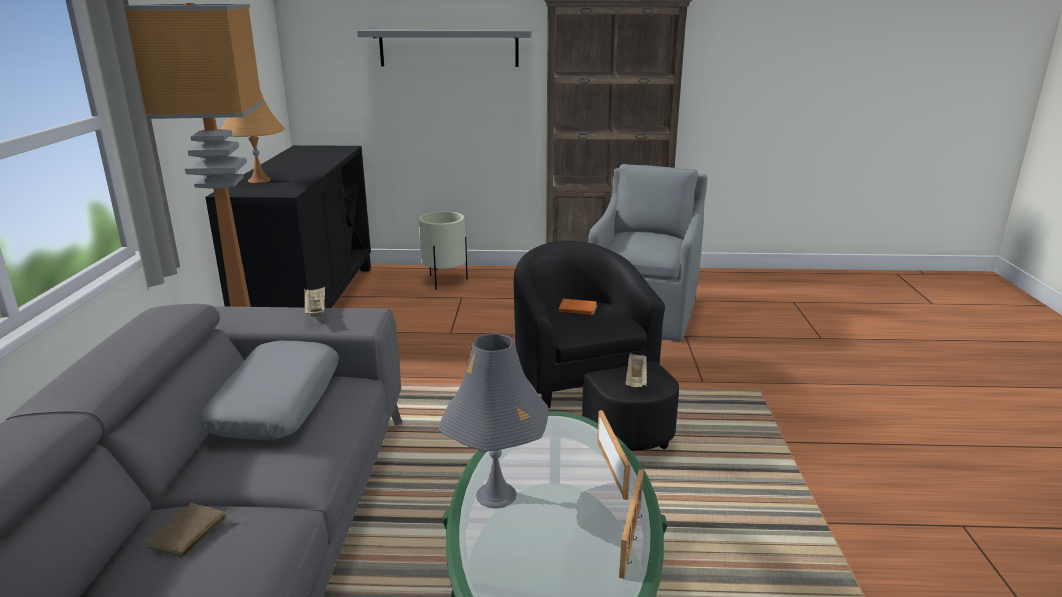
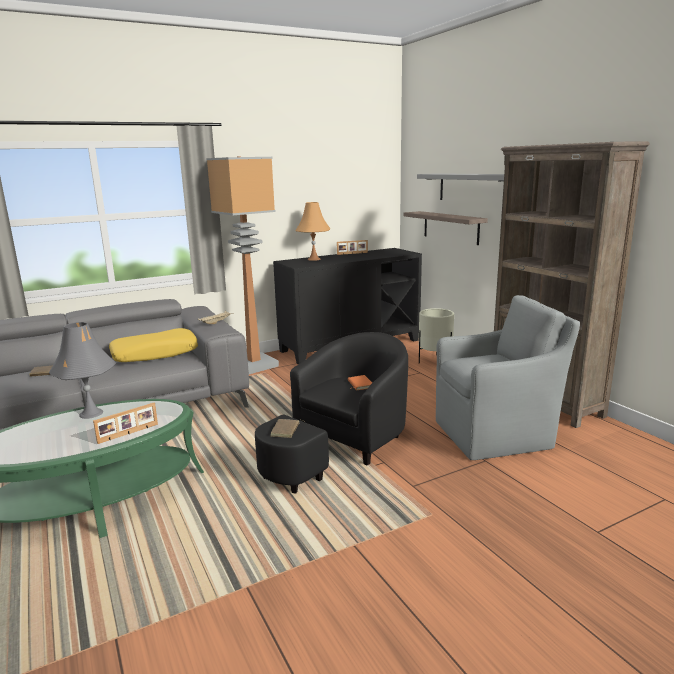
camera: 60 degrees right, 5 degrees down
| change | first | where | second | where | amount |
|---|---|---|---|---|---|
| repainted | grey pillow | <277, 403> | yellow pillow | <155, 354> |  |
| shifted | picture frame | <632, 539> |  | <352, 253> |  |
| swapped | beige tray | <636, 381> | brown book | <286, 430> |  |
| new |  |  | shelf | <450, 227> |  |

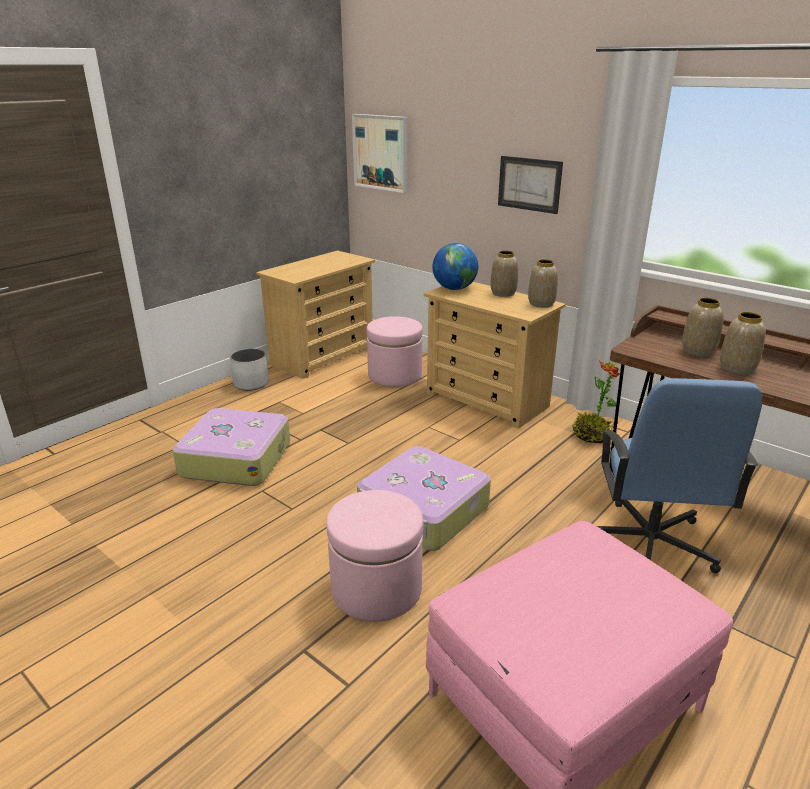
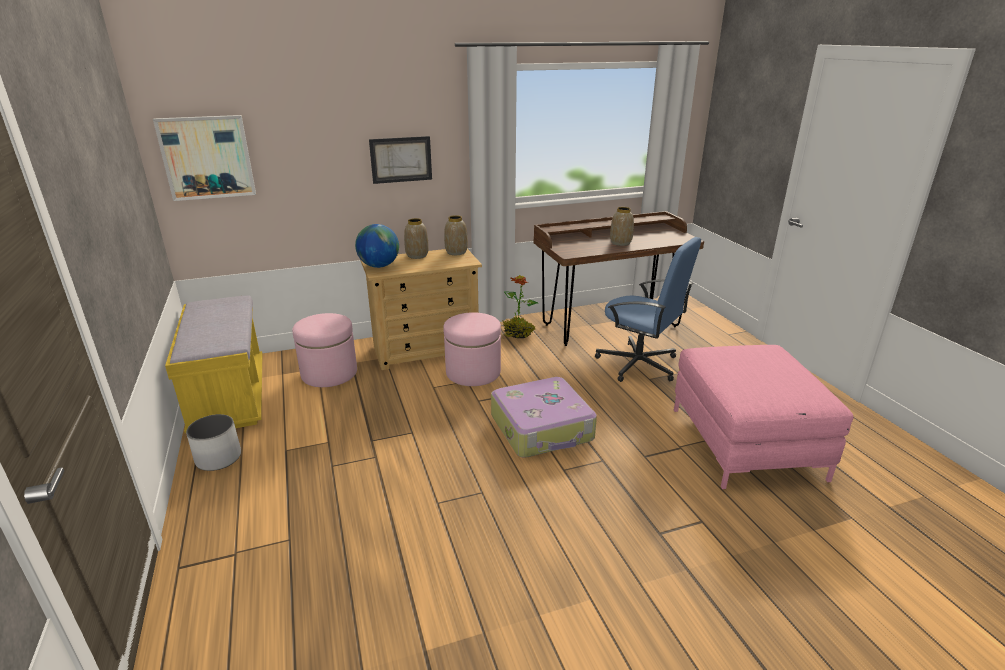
camera: 60 degrees left, 0 degrees up
| change | first | where | second | where | amount |
|---|---|---|---|---|---|
| gone | suitcase | <236, 458> |  |  |  |
| swapped | beige dresser | <323, 356> | yellow bench | <229, 397> |  |
| shifted | pink ottoman | <376, 589> |  | <473, 372> |  |
| gone | vase | <698, 351> |  |  |  |

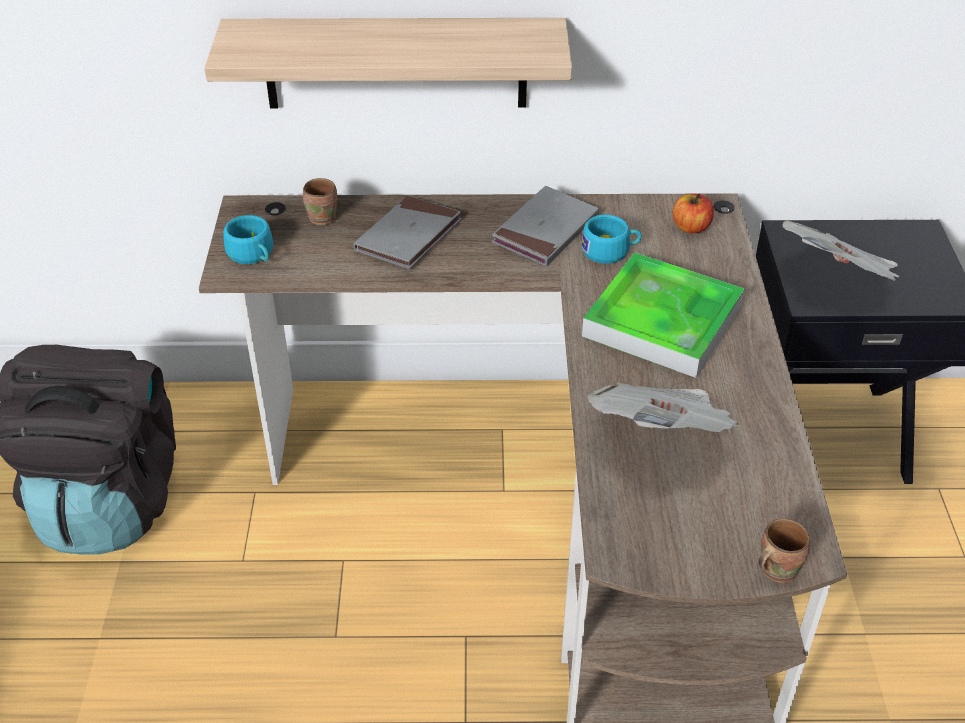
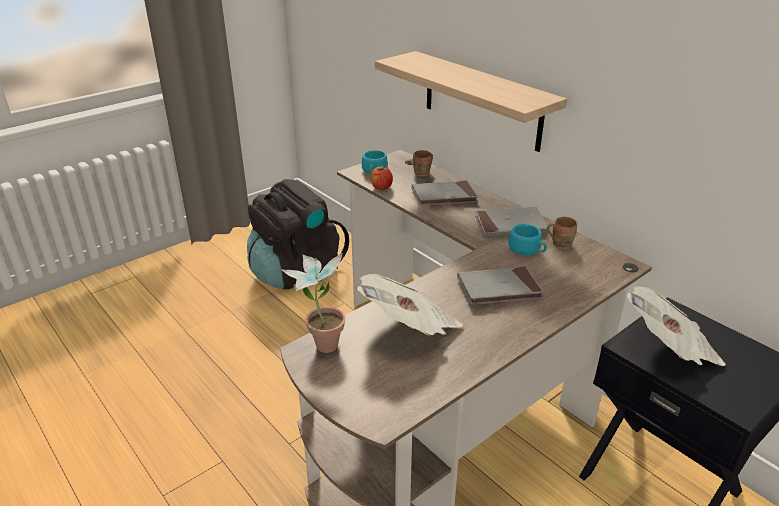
camera: 50 degrees right, 10 degrees down
| change | first | where | second | where | amount |
|---|---|---|---|---|---|
| swapped | tray | <662, 321> | grey book | <498, 289> |  |
| shifted | apple | <691, 227> |  | <381, 187> |  |
| shifted | brown mug | <775, 569> |  | <560, 244> |  |
| new |  |  | potted plant | <321, 341> |  |

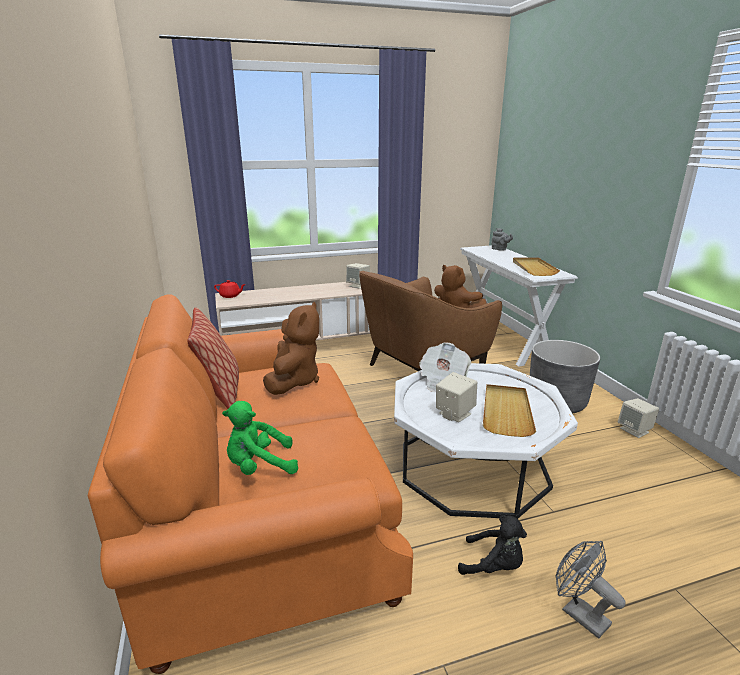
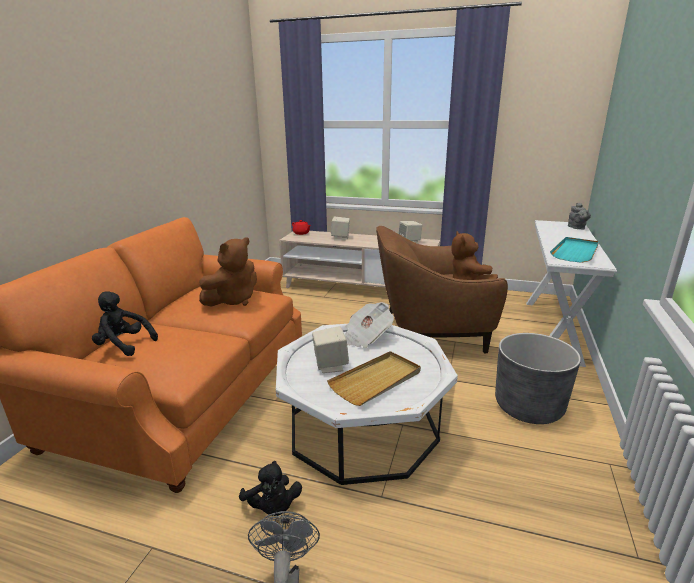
camera: 35 degrees right, 0 degrees up
| change | first | where | second | where | amount |
|---|---|---|---|---|---|
| gone | pillow | <220, 393> |  |  |  |
| repainted | green plush toy | <259, 466> | black plush toy | <124, 345> |  |
| repainted | beige tray | <533, 268> | turquoise tray | <575, 252> |  |
| shifted | beige speaker | <634, 430> |  | <340, 238> |  |

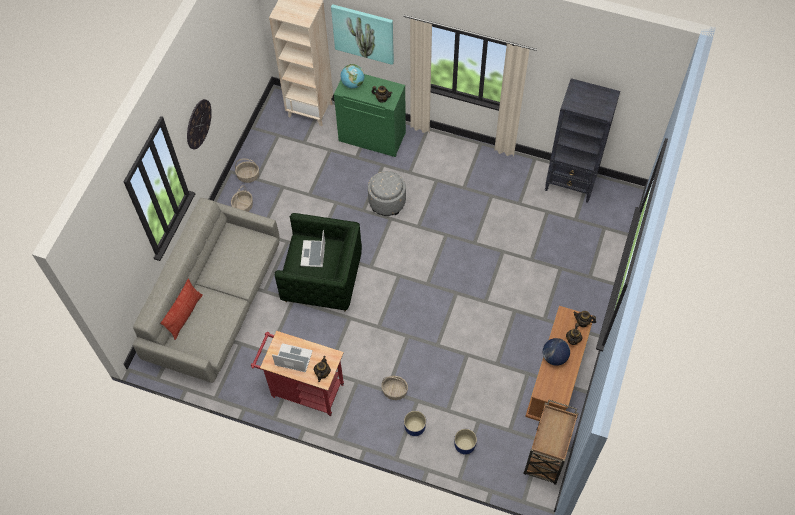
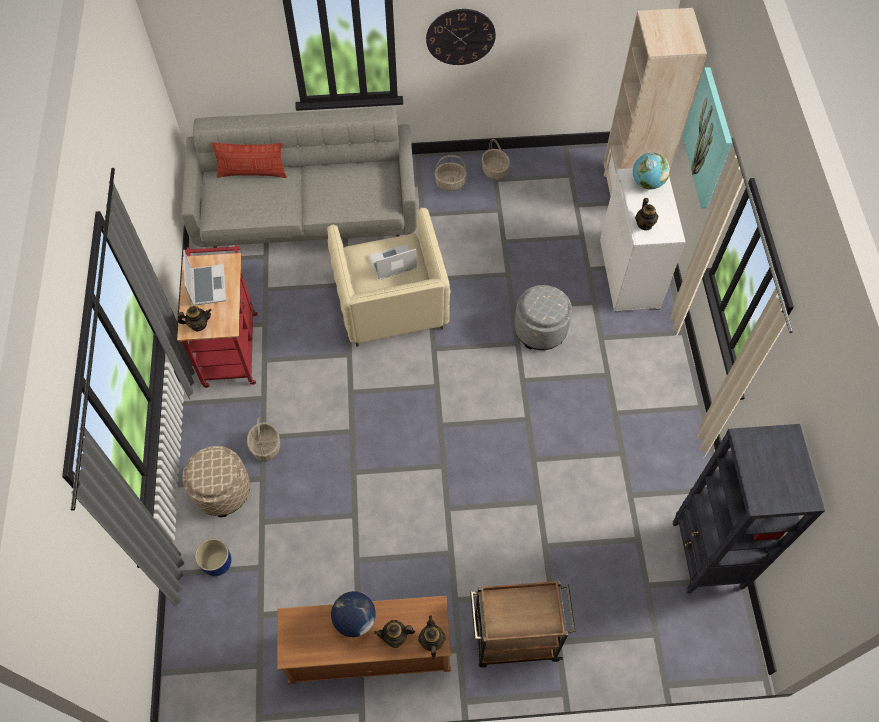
camera: 65 degrees right, 0 degrees up
| change | first | where | second | where | amount |
|---|---|---|---|---|---|
| repainted | green armchair | <322, 278> | beige armchair | <390, 303> |  |
| repainted | green cabinet | <372, 137> | white cabinet | <630, 274> |  |
| swapped | blue planter | <414, 428> | beige ottoman | <222, 490> |  |
| shifted | brown cart | <546, 457> |  | <513, 639> |  |

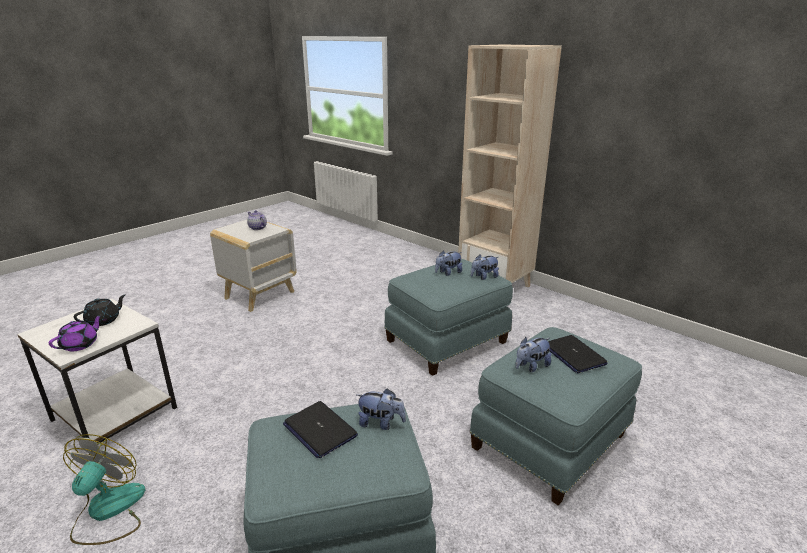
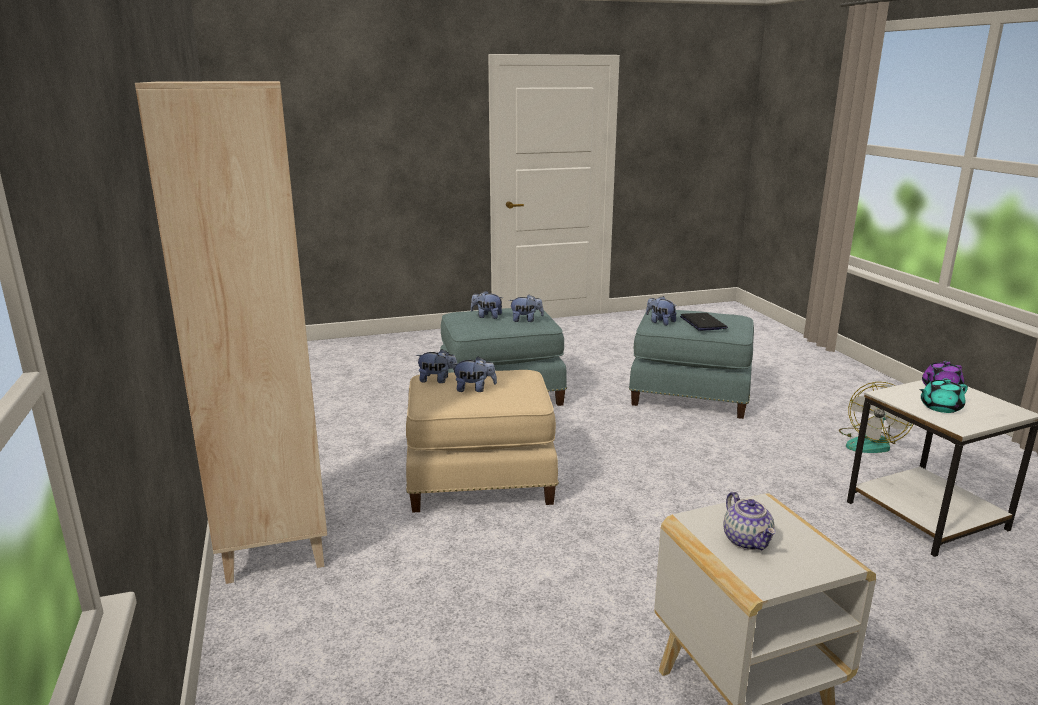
camera: 150 degrees left, 5 degrees down
| change | first | where | second | where | amount |
|---|---|---|---|---|---|
| repainted | black teapot | <104, 320> | turquoise teapot | <939, 407> |  |
| repainted | blue ottoman | <447, 342> | beige ottoman | <480, 479> |  |
| swapped | laptop | <573, 355> | plush toy | <487, 316> |  |

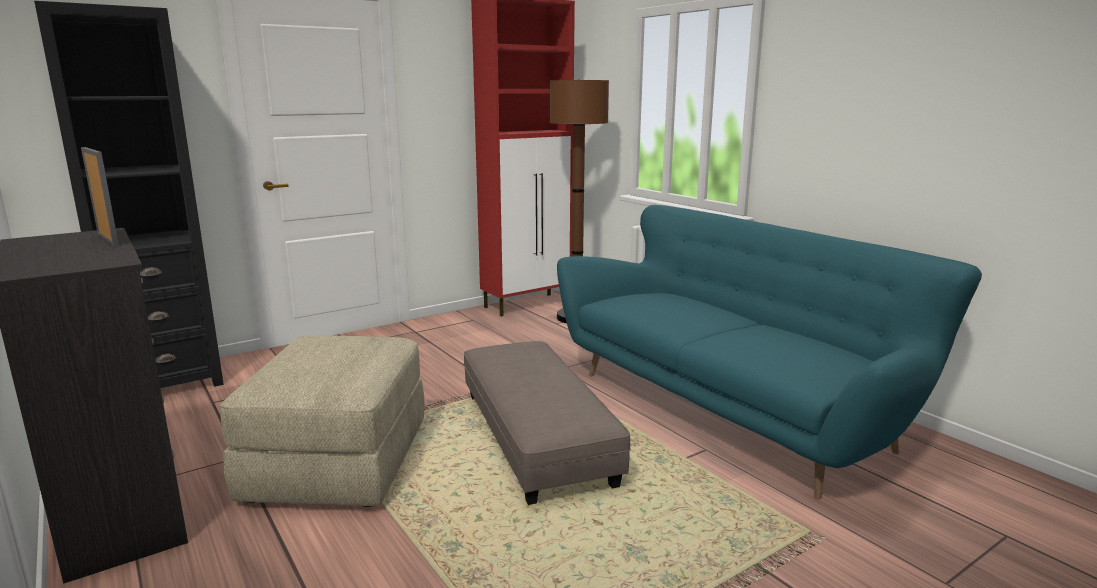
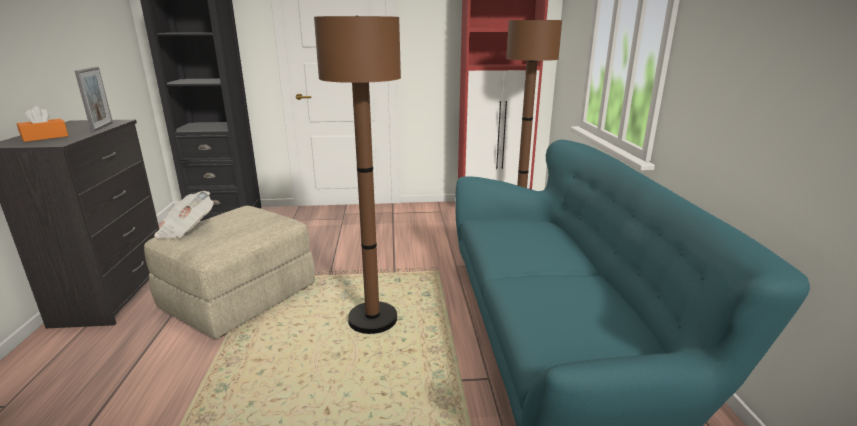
camera: 30 degrees right, 5 degrees up
| change | first | where | second | where | amount |
|---|---|---|---|---|---|
| swapped | grey ottoman | <536, 437> | brown floor lamp | <372, 320> |  |
| new |  |  | orange tissue box | <45, 137> |  |
| new |  |  | newspaper | <186, 229> |  |

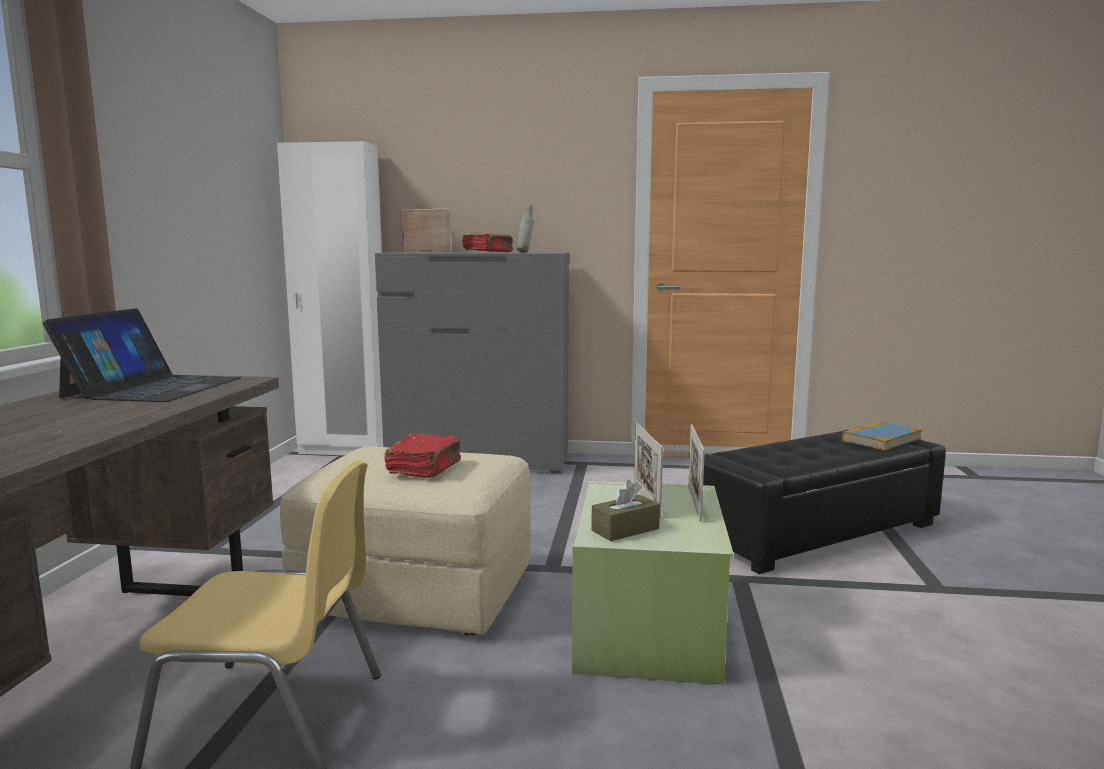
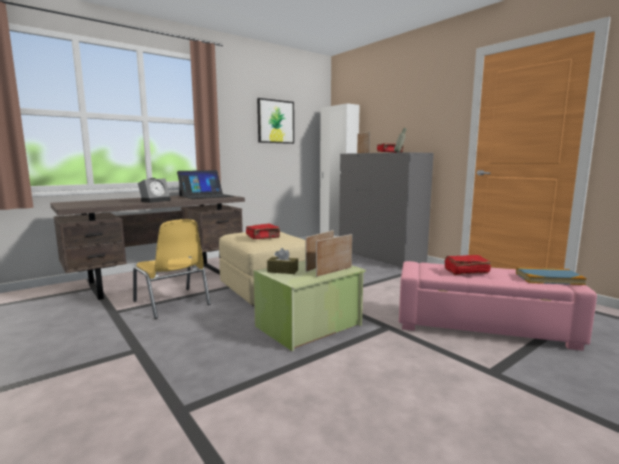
camera: 45 degrees right, 0 degrees up
| change | first | where | second | where | amount |
|---|---|---|---|---|---|
| repainted | black ottoman | <816, 532> | pink ottoman | <482, 326> |  |
| new |  |  | alarm clock | <156, 201> |  |
| new |  |  | picture | <275, 121> |  |
| new |  |  | red book | <465, 272> |  |

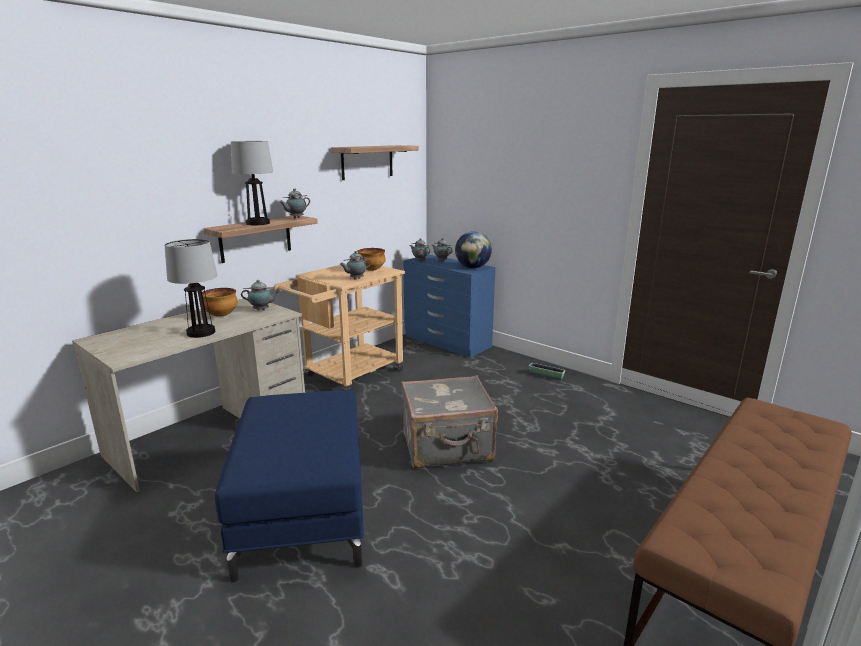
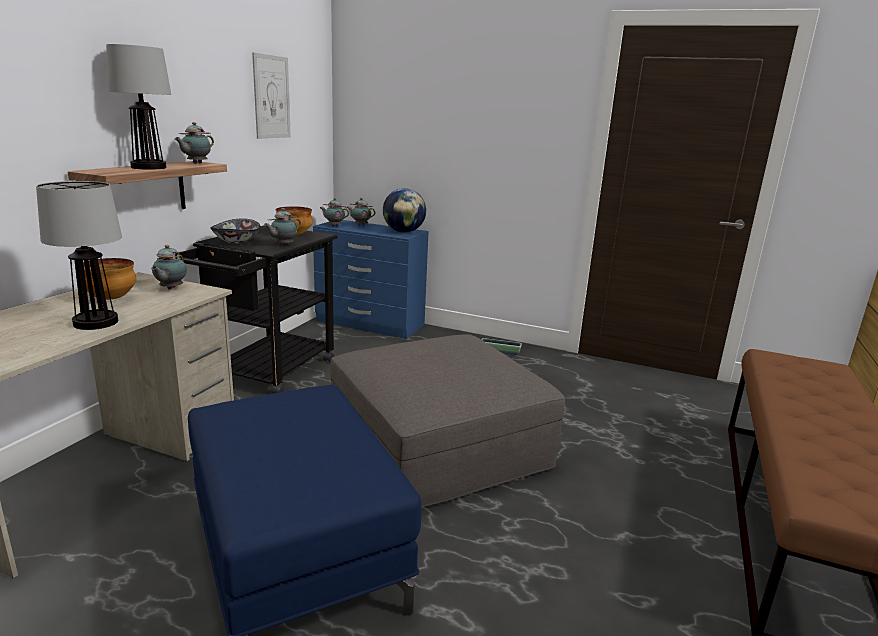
camera: 20 degrees left, 0 degrees up
| change | first | where | second | where | amount |
|---|---|---|---|---|---|
| rotated | teapot | <262, 310> |  | <170, 289> | 120 degrees clockwise |
| repainted | beige cart | <348, 376> | black cart | <266, 373> |  |
| swapped | shelf | <367, 162> | picture | <271, 97> |  |
| swapped | grey suitcase | <447, 447> | grey ottoman | <437, 444> |  |
| new |  |  | bowl | <237, 241> |  |

